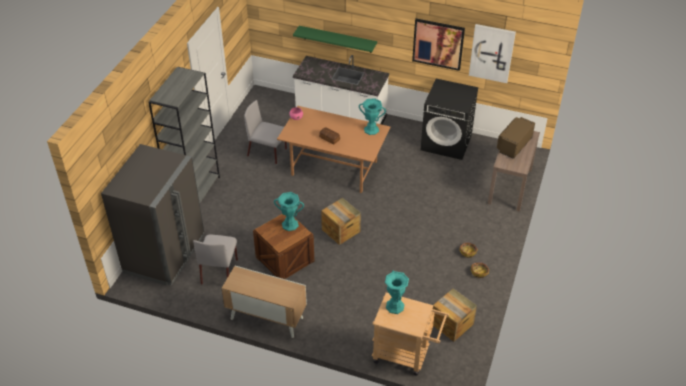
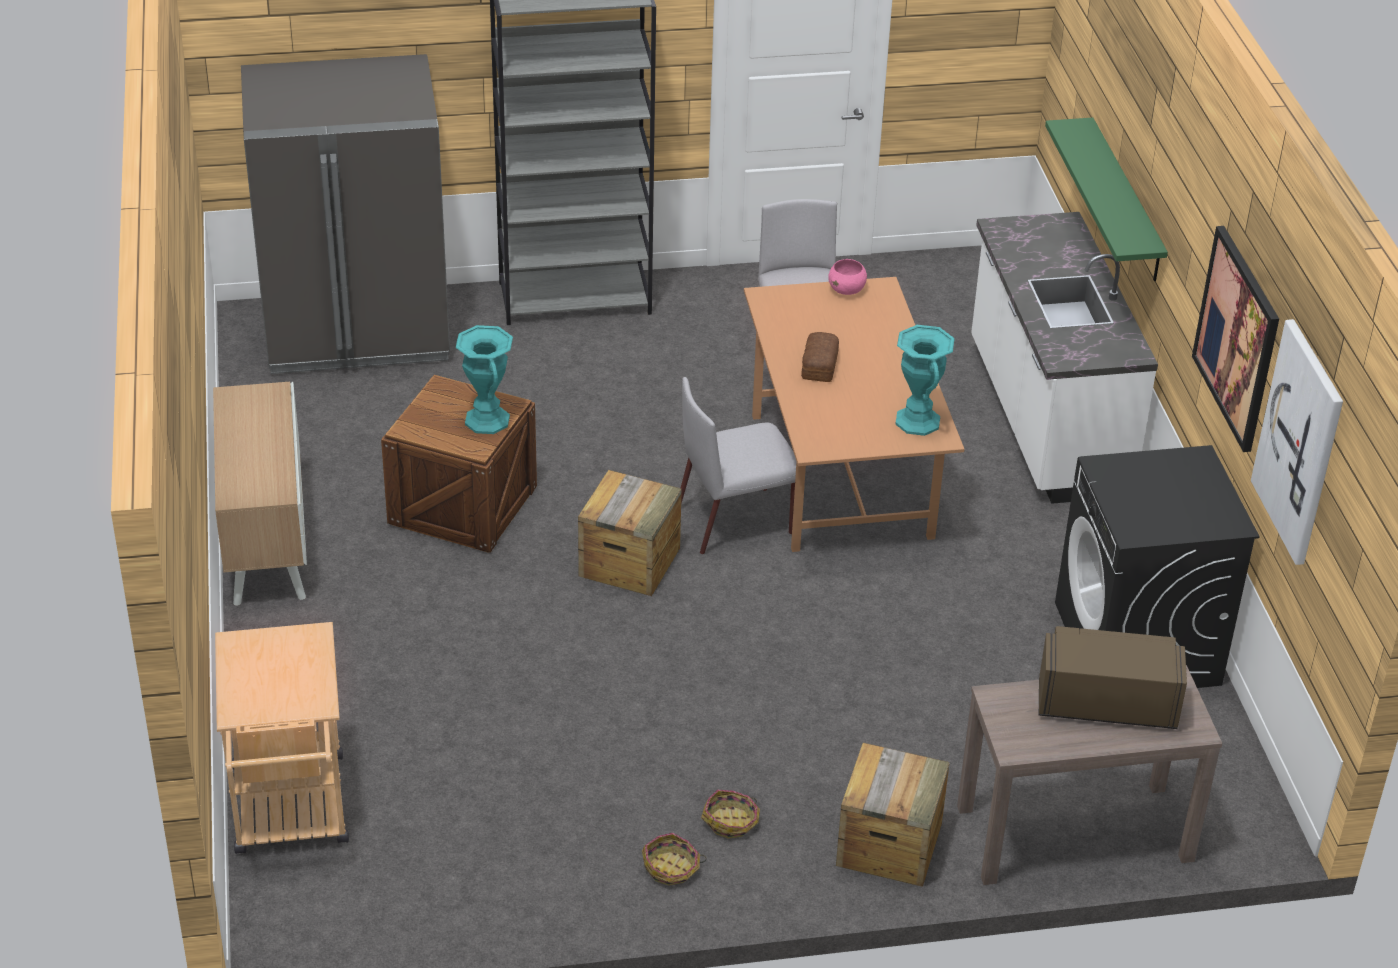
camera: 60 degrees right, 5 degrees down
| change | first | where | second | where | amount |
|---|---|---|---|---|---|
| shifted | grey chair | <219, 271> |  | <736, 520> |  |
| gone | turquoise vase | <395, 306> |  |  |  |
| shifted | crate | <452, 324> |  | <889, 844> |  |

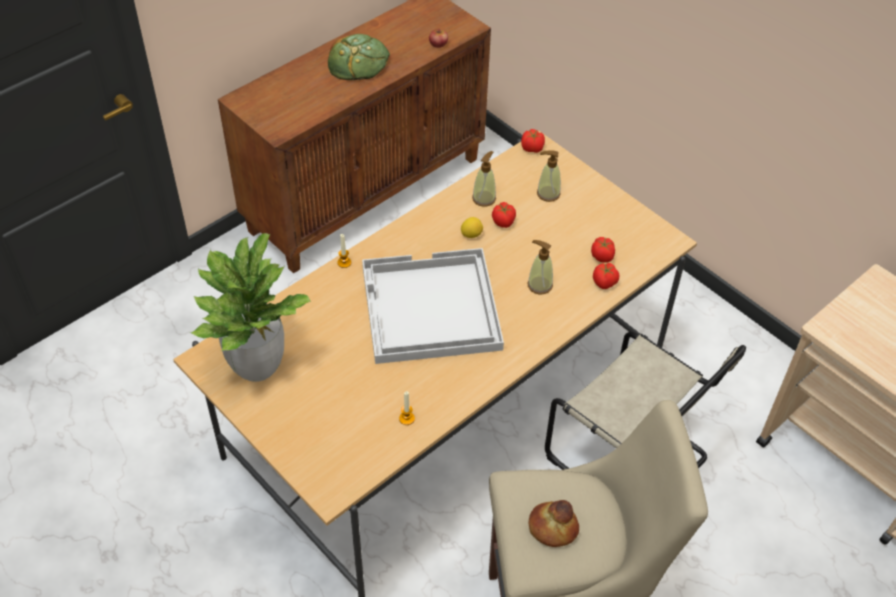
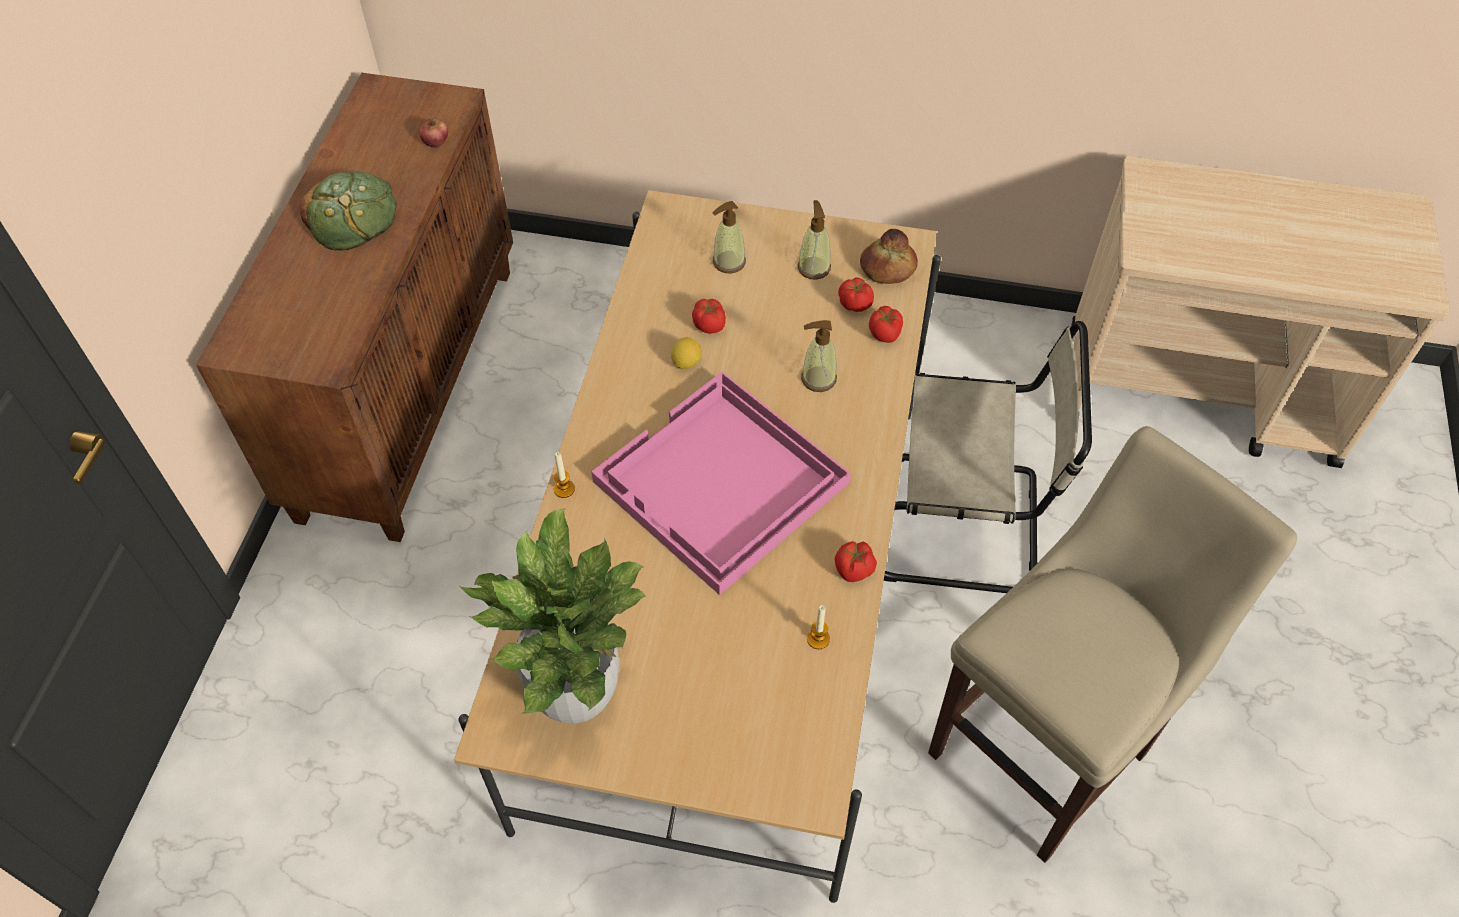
camera: 35 degrees left, 5 degrees up
| change | first | where | second | where | amount |
|---|---|---|---|---|---|
| repainted | white tray | <429, 309> | pink tray | <720, 484> |  |
| shifted | soap dispenser | <484, 198> |  | <814, 267> |  |
| shifted | tomato | <532, 148> |  | <854, 570> |  |
| shifted | bread | <552, 528> |  | <887, 268> |  |

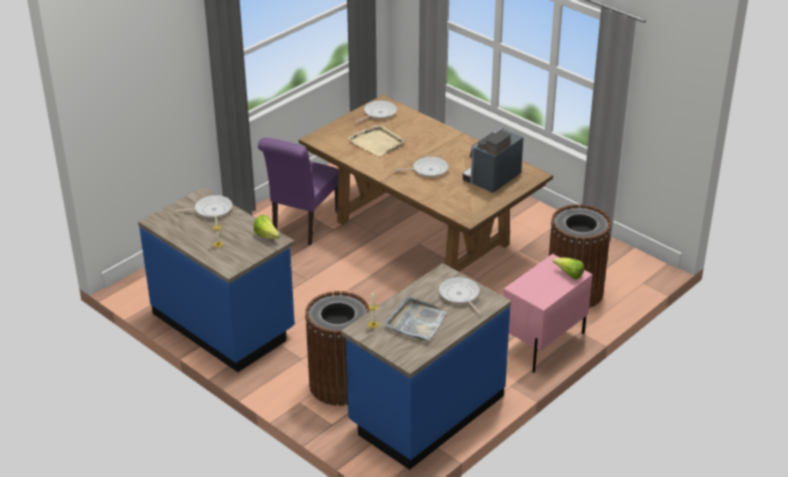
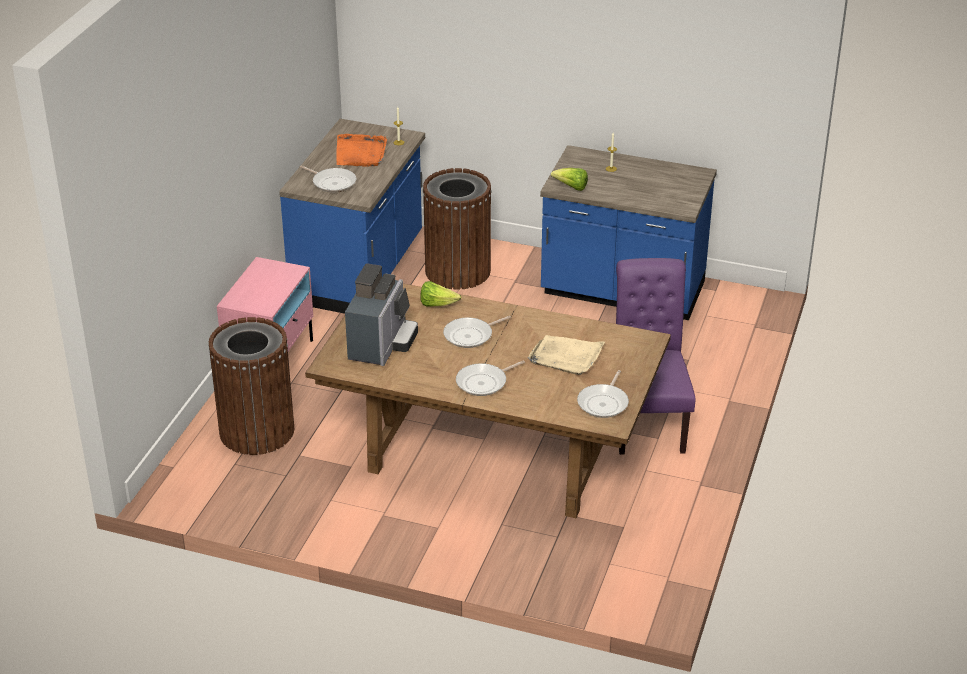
camera: 155 degrees right, 0 degrees up
| change | first | where | second | where | amount |
|---|---|---|---|---|---|
| shifted | frying pan | <211, 210> |  | <484, 382> |  |
| repainted | grey tray | <416, 322> | orange tray | <360, 153> |  |
| shifted | lettuce | <569, 275> |  | <437, 304> |  |

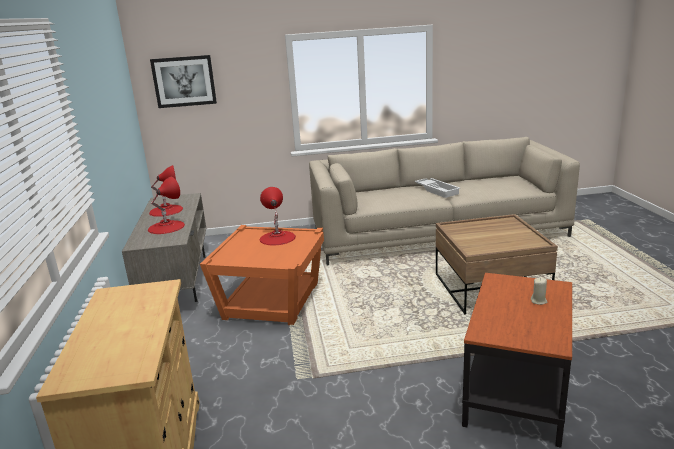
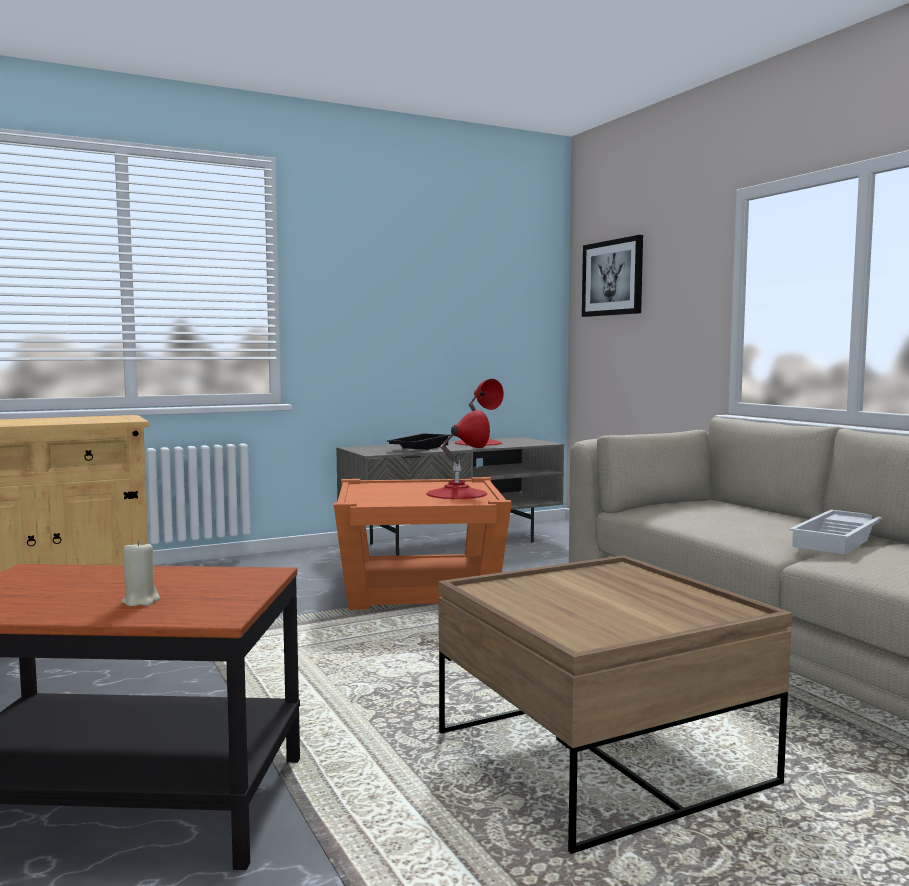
camera: 70 degrees right, 15 degrees down
| change | first | where | second | where | amount |
|---|---|---|---|---|---|
| swapped | red table lamp | <166, 227> | black tray | <418, 447> |  |

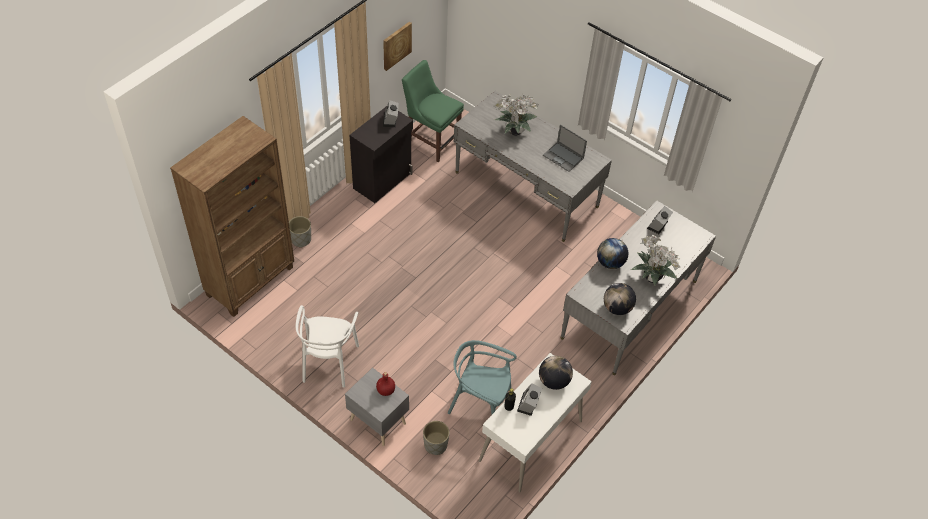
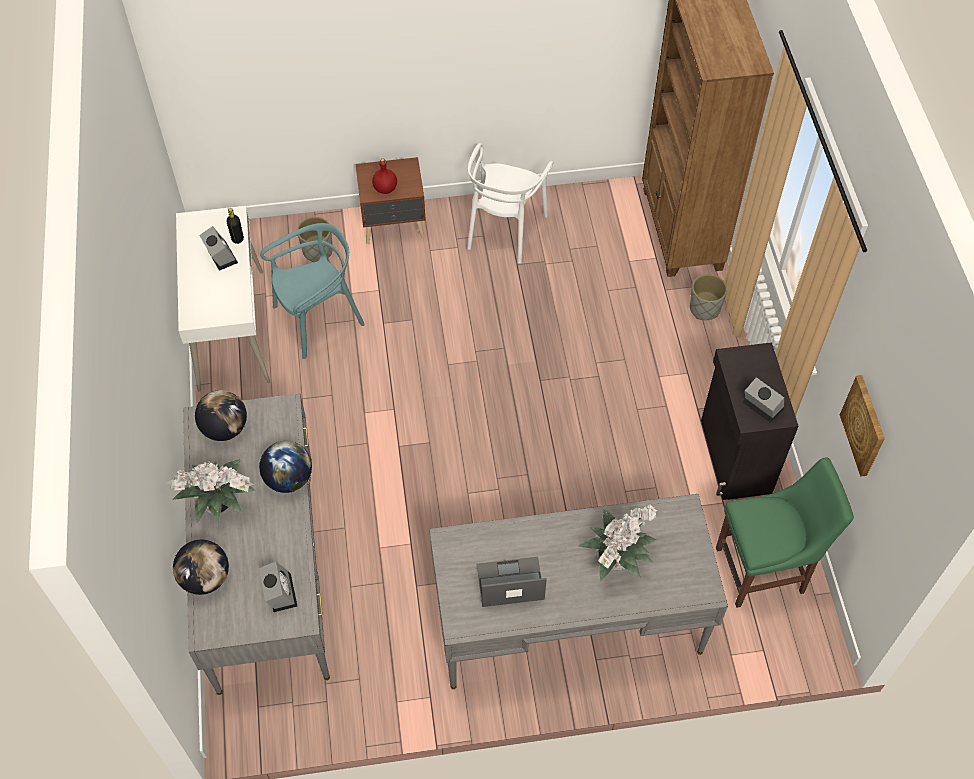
camera: 135 degrees right, 5 degrees up
| change | first | where | second | where | amount |
|---|---|---|---|---|---|
| rotated | white chair | <328, 362> |  | <504, 230> | 120 degrees counterclockwise |
| repainted | grey nightstand | <378, 420> | brown nightstand | <394, 225> |  |
| shifted | globe | <554, 381> |  | <205, 578> |  |

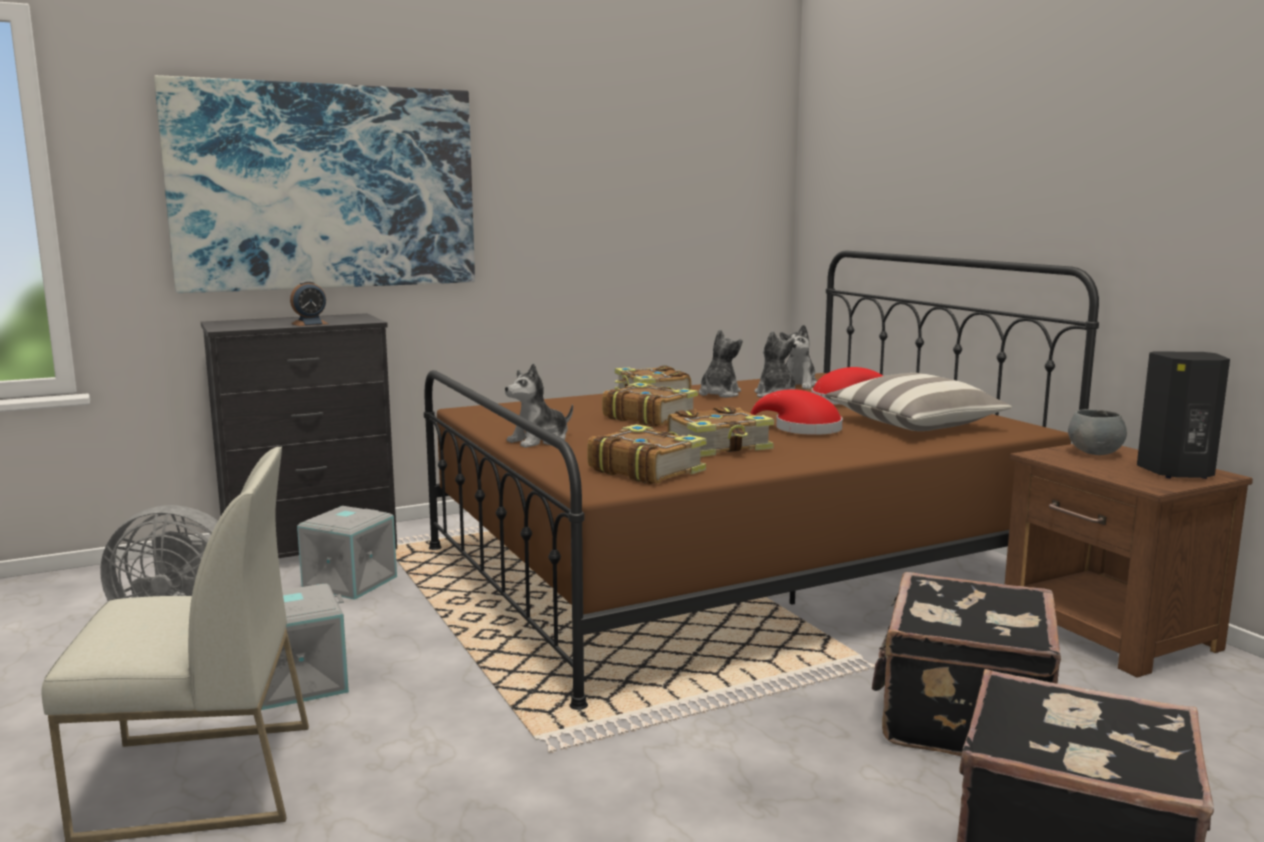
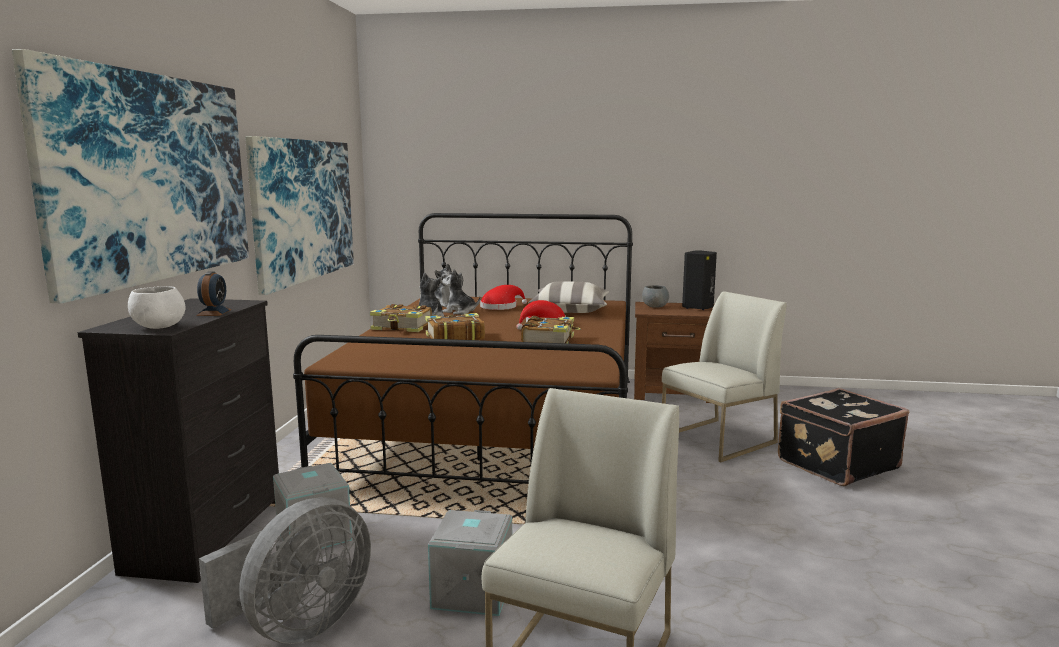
camera: 55 degrees left, 0 degrees up
| change | first | where | second | where | amount |
|---|---|---|---|---|---|
| gone | plush toy | <539, 441> |  |  |  |
| gone | book | <646, 470> |  |  |  |
| swapped | black suitcase | <961, 717> | white chair | <718, 440> |  |
| new |  |  | white bowl | <159, 327> |  |
| new |  |  | picture | <304, 210> |  |

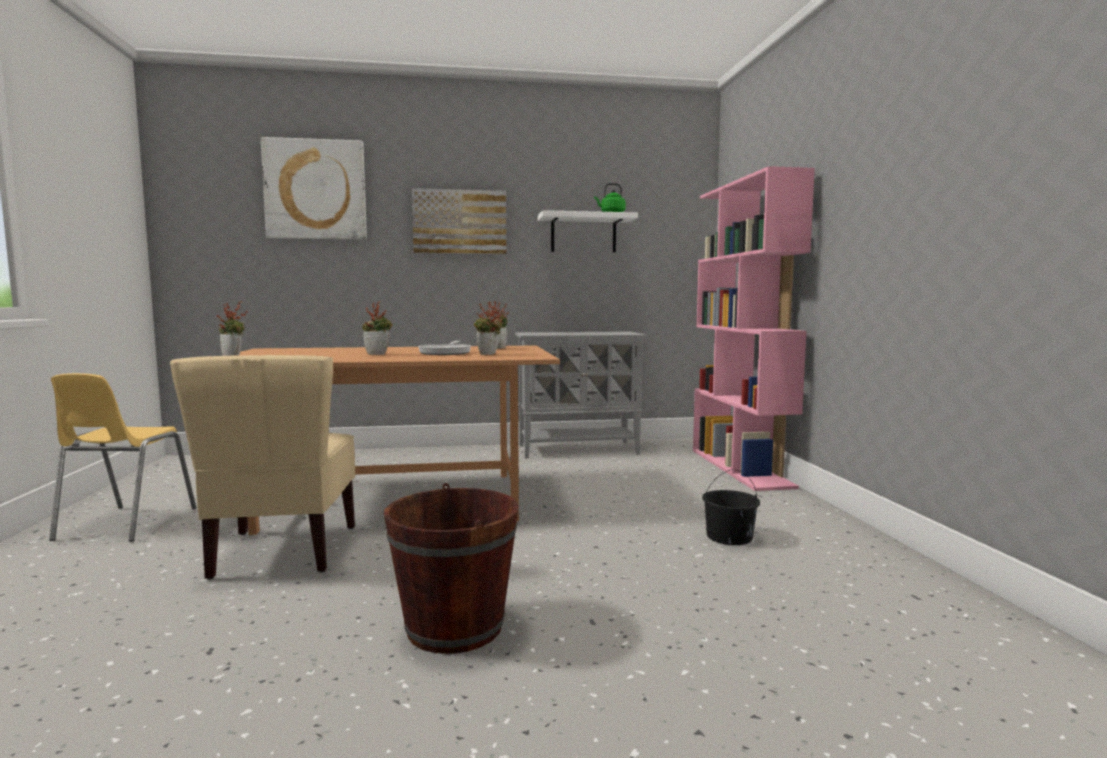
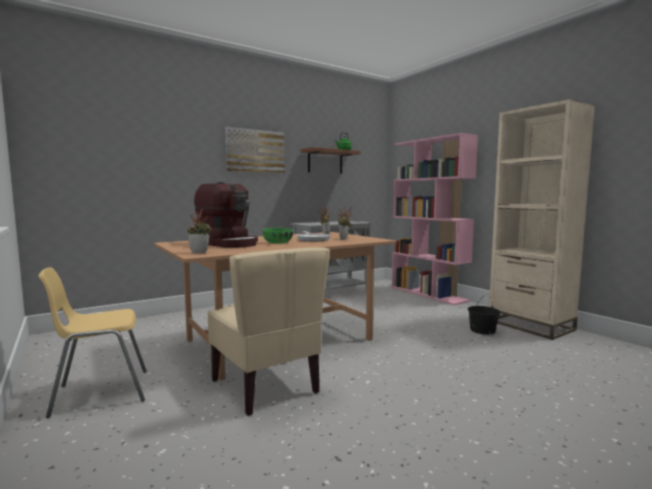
camera: 25 degrees left, 0 degrees up
| change | first | where | second | where | amount |
|---|---|---|---|---|---|
| rotated | yellow chair | <125, 524> |  | <100, 393> | 90 degrees clockwise |
| gone | picture | <315, 190> |  |  |  |
| swapped | potted plant | <378, 354> | green bowl | <278, 243> |  |
| gone | brown bucket | <454, 627> |  |  |  |
| repainted | white shelf | <583, 234> | brown shelf | <325, 161> |  |
| new |  |  | coffee machine | <228, 243> |  |
| new |  |  | beige bookcase | <530, 325> |  |

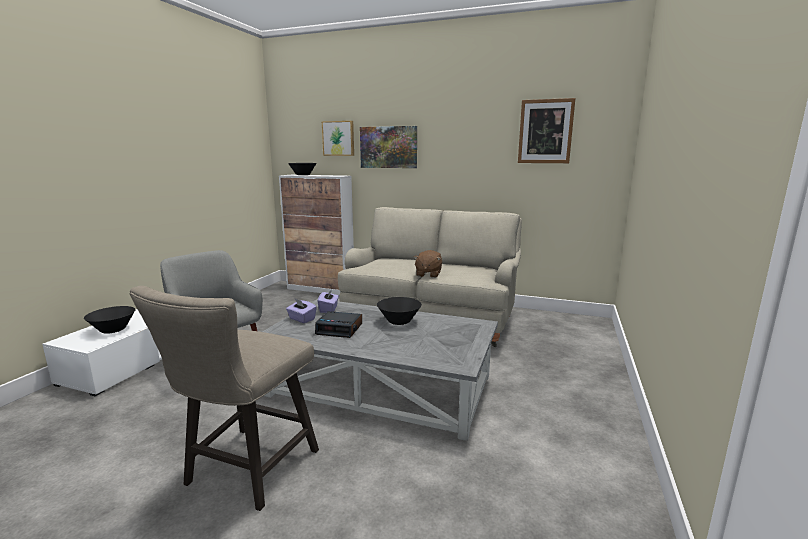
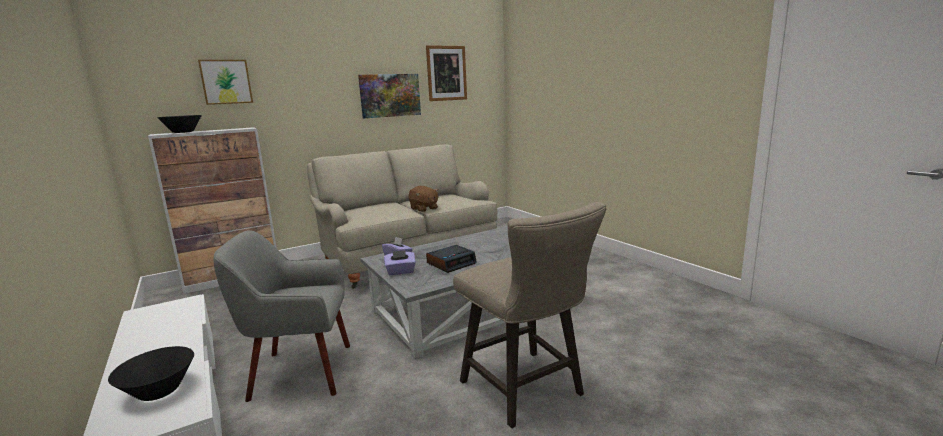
camera: 50 degrees left, 0 degrees up
| change | first | where | second | where | amount |
|---|---|---|---|---|---|
| shifted | picture | <388, 147> |  | <390, 95> |  |
| gone | black bowl | <399, 321> |  |  |  |

